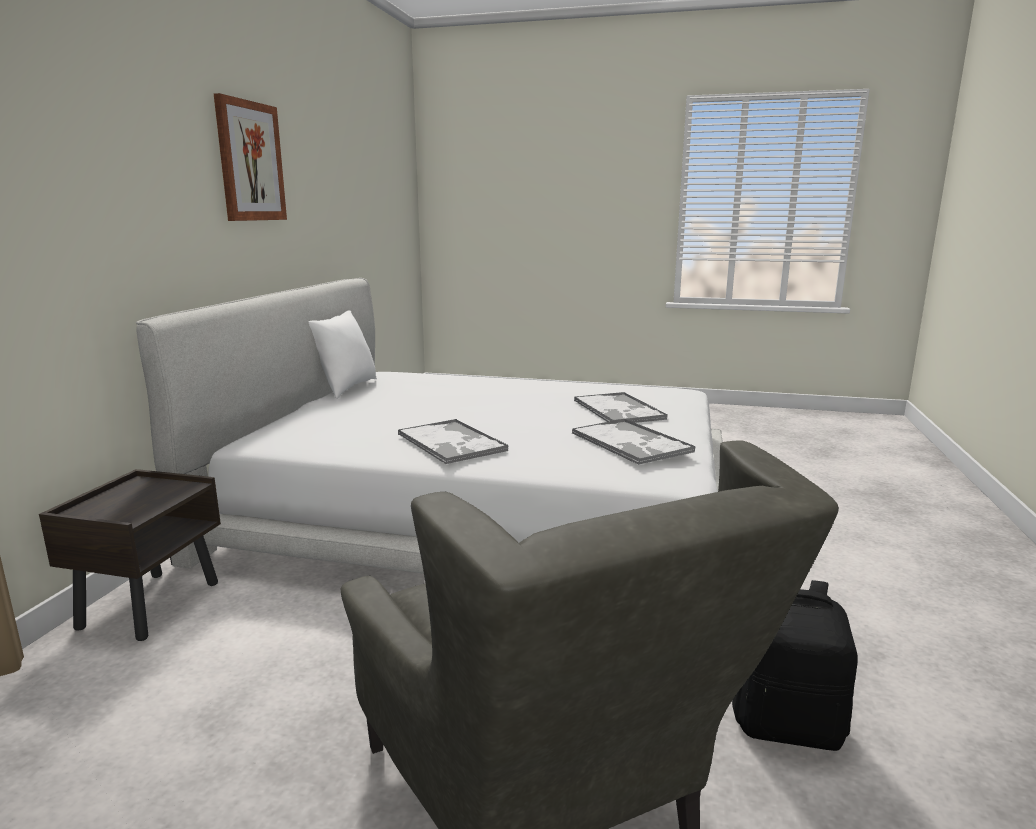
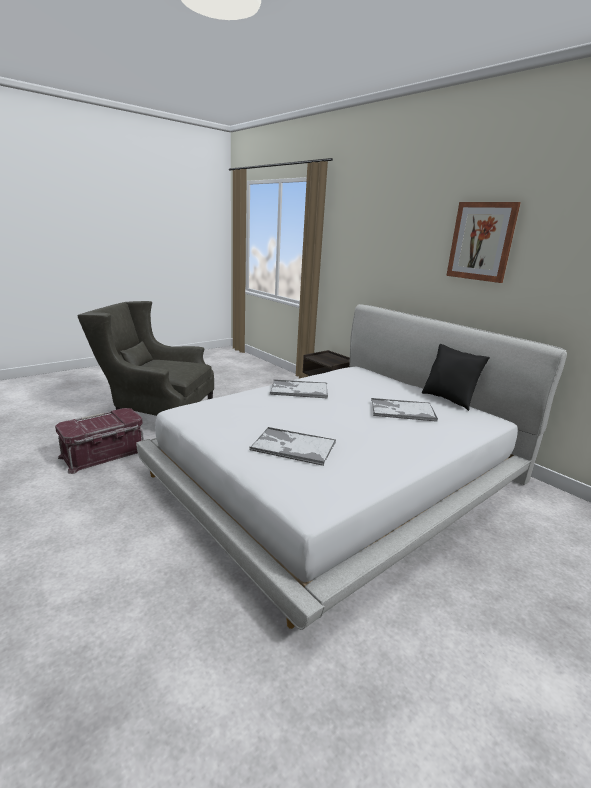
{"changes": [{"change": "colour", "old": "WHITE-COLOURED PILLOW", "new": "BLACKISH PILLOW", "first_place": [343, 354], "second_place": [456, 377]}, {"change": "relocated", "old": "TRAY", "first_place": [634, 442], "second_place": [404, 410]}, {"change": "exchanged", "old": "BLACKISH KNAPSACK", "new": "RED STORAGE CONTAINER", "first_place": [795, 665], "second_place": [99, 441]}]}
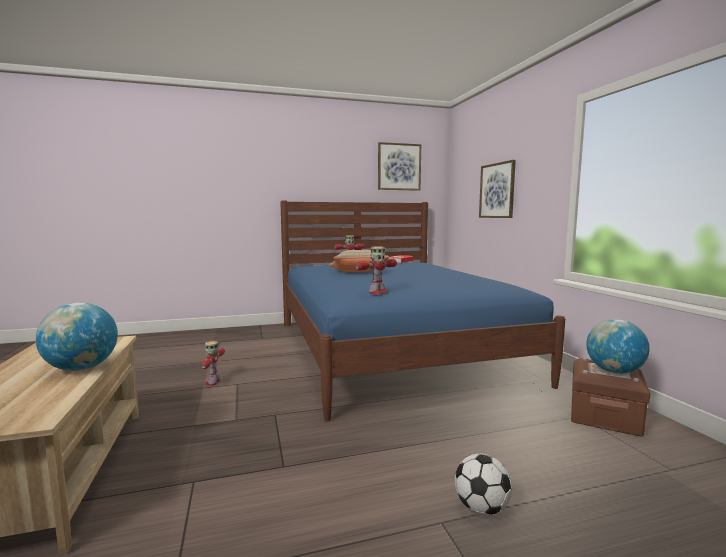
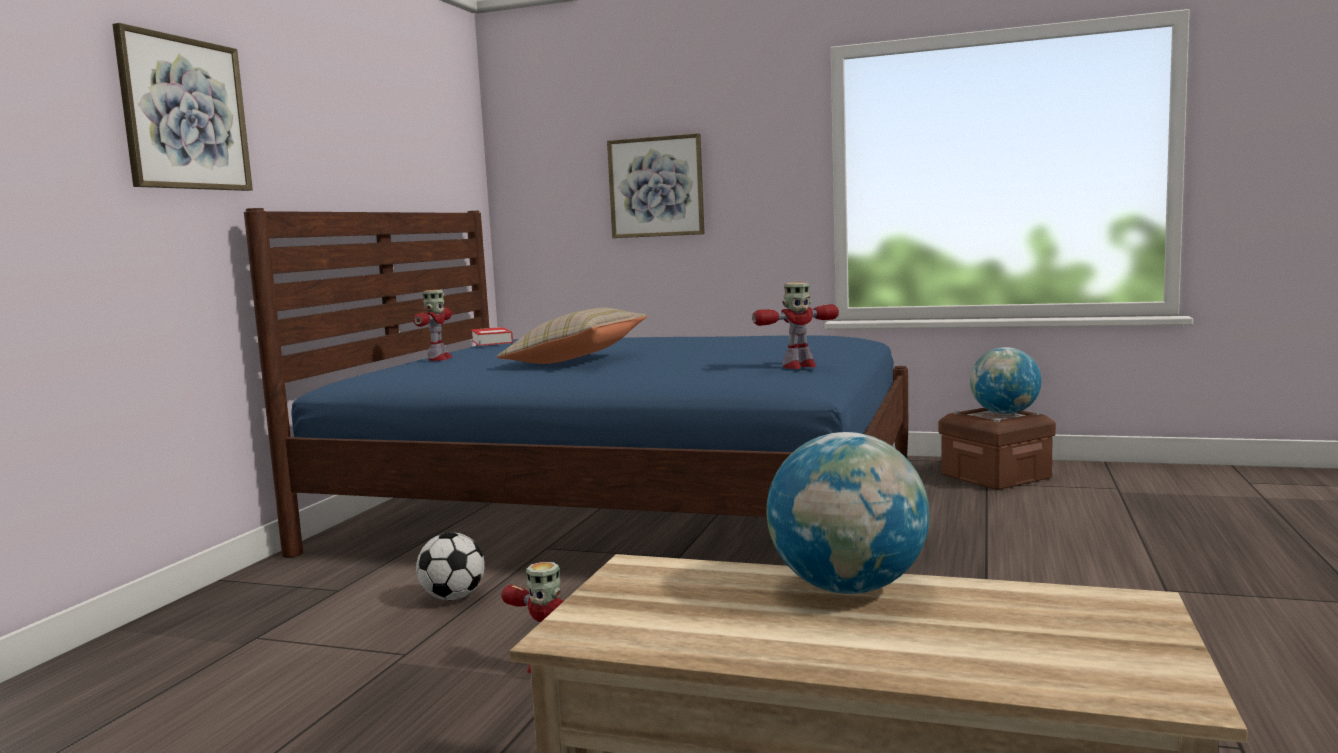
{"changes": [{"change": "relocated", "old": "WALL PICTURE", "first_place": [399, 166], "second_place": [182, 107]}, {"change": "spun", "old": "TOY ROBOT", "first_place": [376, 270], "second_place": [795, 325], "degrees": 75}, {"change": "relocated", "old": "FOOTBALL", "first_place": [483, 484], "second_place": [450, 566]}]}
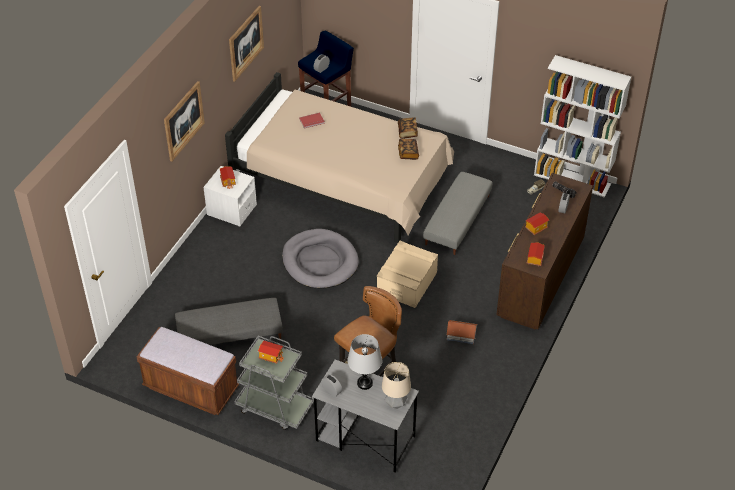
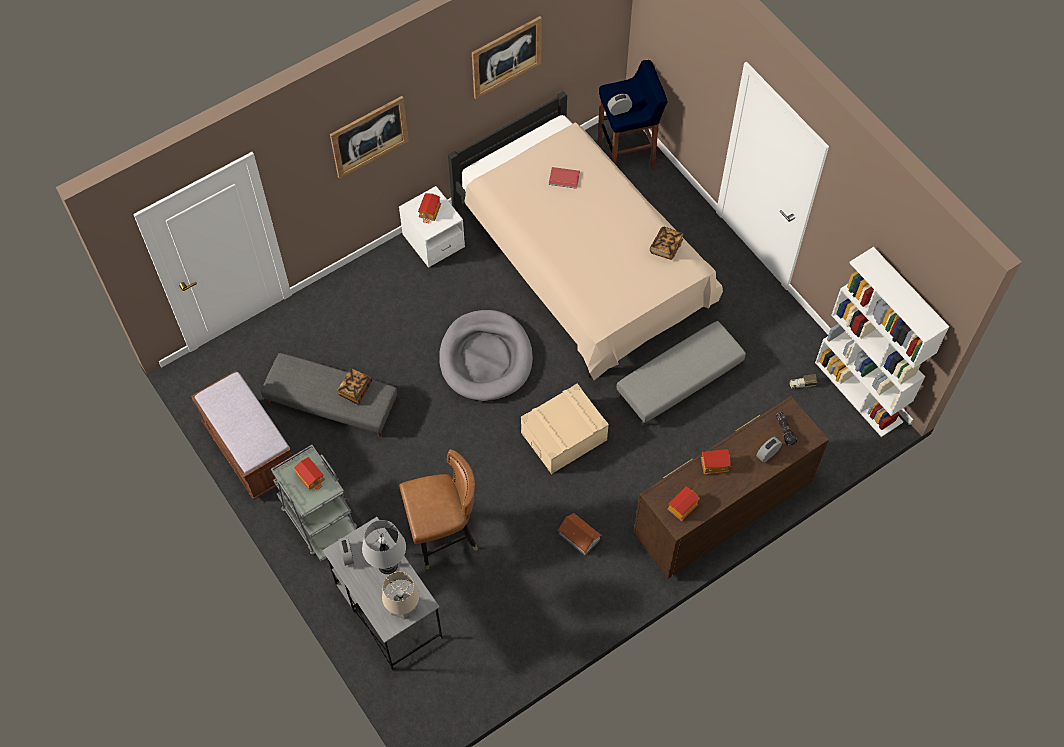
{"changes": [{"change": "relocated", "old": "VOLUME", "first_place": [408, 149], "second_place": [354, 386]}]}
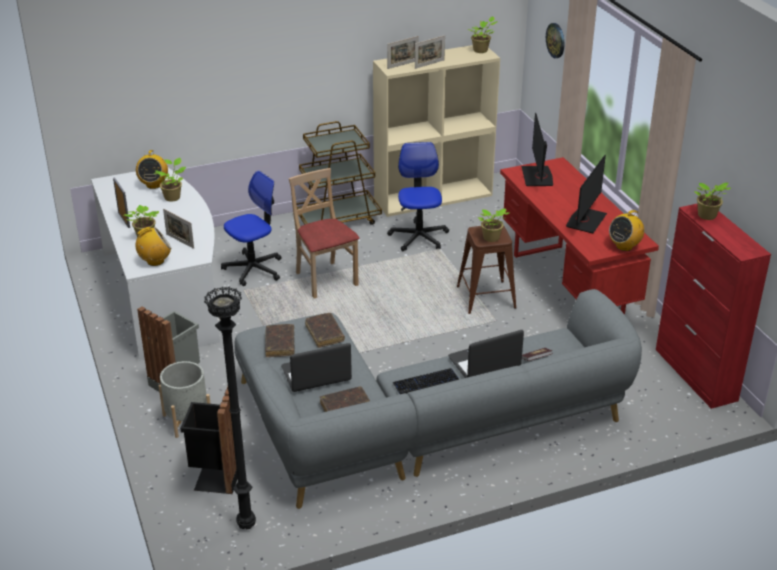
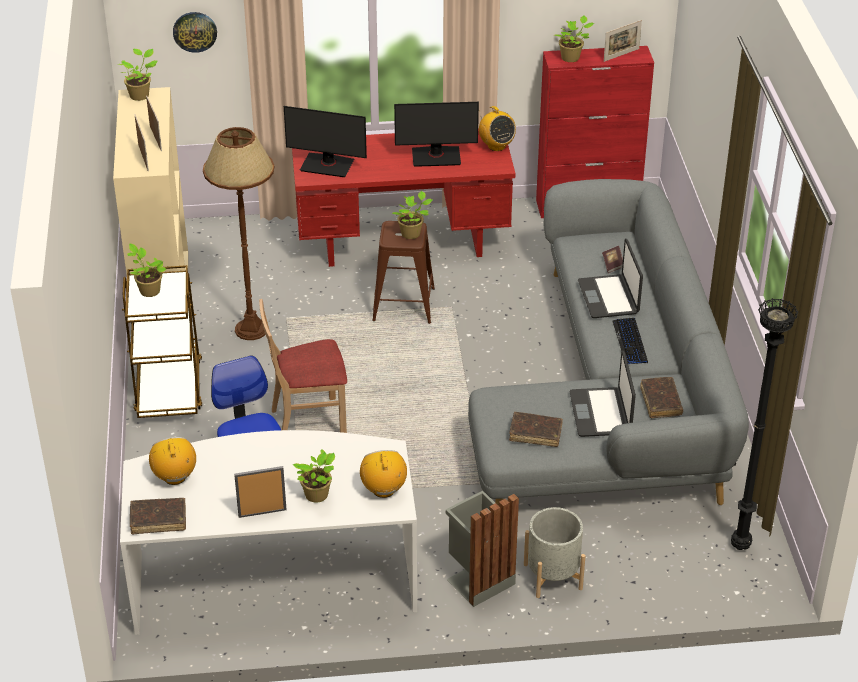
{"changes": [{"change": "exchanged", "old": "OFFICE CHAIR", "new": "BROWNISH STANDARD LAMP", "first_place": [418, 196], "second_place": [238, 233]}, {"change": "spun", "old": "RADIO RECEIVER", "first_place": [152, 169], "second_place": [172, 461], "degrees": -120}, {"change": "spun", "old": "COMPUTER SCREEN", "first_place": [586, 194], "second_place": [436, 134], "degrees": 135}, {"change": "relocated", "old": "POTTED PLANT", "first_place": [170, 180], "second_place": [147, 270]}, {"change": "relocated", "old": "PHOTO FRAME", "first_place": [178, 229], "second_place": [623, 41]}, {"change": "relocated", "old": "BROWNISH VOLUME", "first_place": [325, 330], "second_place": [158, 516]}, {"change": "missing", "old": "BLACKISH RUBBISH BIN", "first_place": [209, 440]}]}
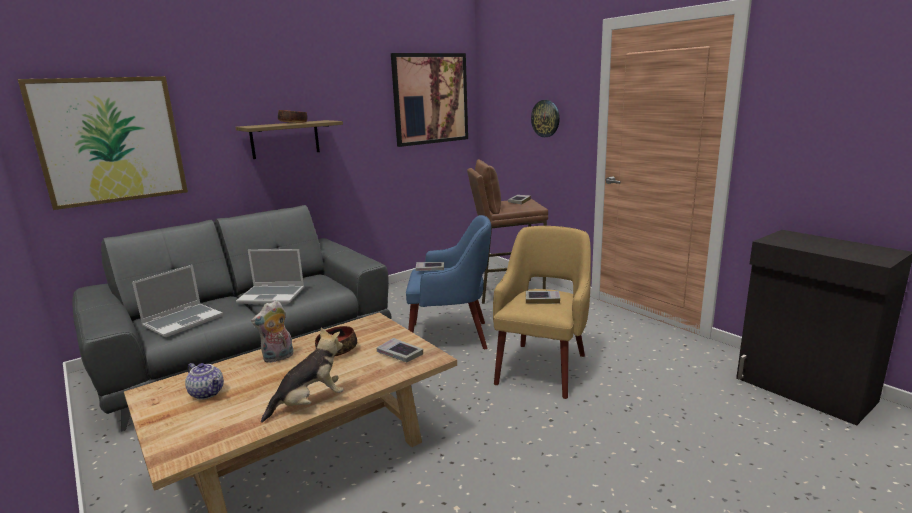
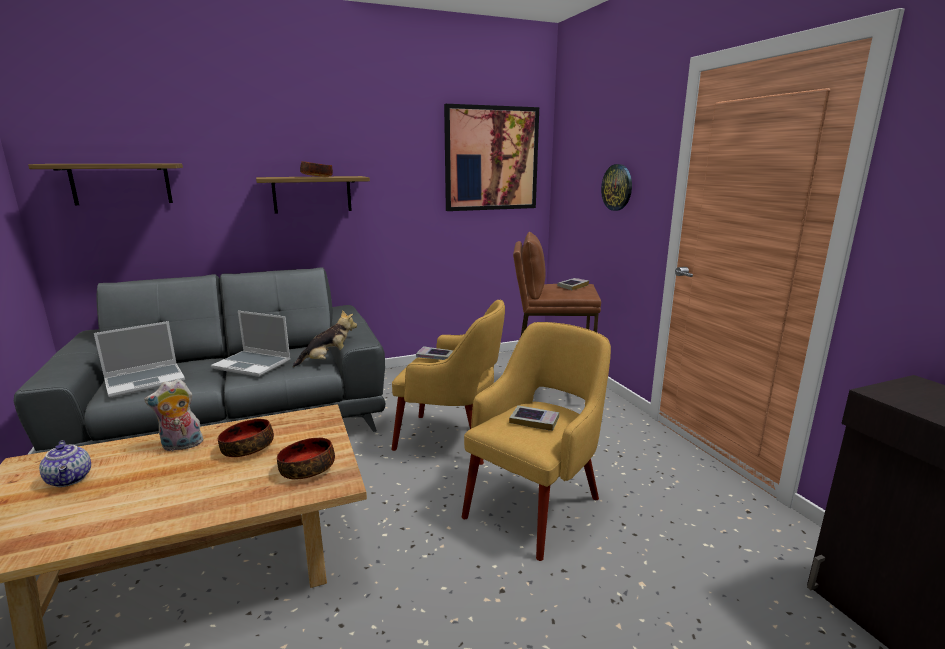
{"changes": [{"change": "exchanged", "old": "WALL PICTURE", "new": "SHELF", "first_place": [103, 143], "second_place": [105, 184]}, {"change": "colour", "old": "BLUISH EASY CHAIR", "new": "YELLOW EASY CHAIR", "first_place": [448, 282], "second_place": [448, 382]}, {"change": "relocated", "old": "PLUSH TOY", "first_place": [302, 375], "second_place": [325, 338]}, {"change": "exchanged", "old": "VOLUME", "new": "SERVING BOWL", "first_place": [400, 350], "second_place": [306, 458]}]}
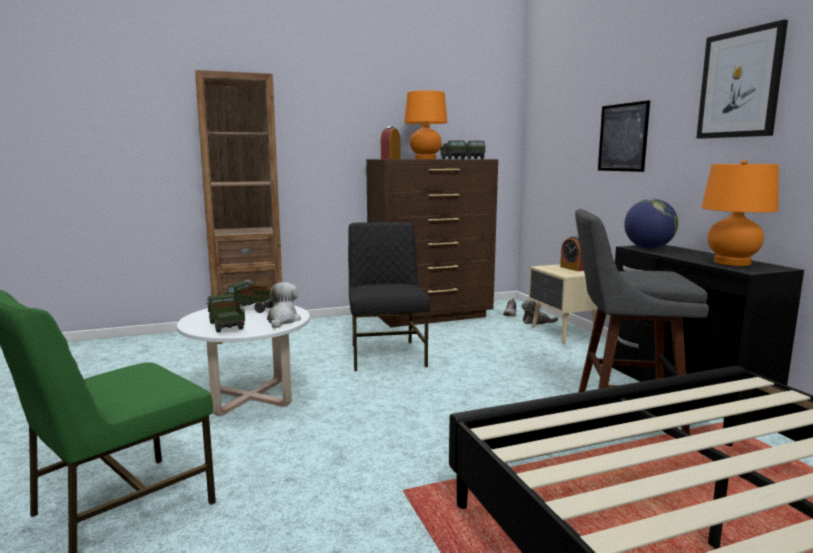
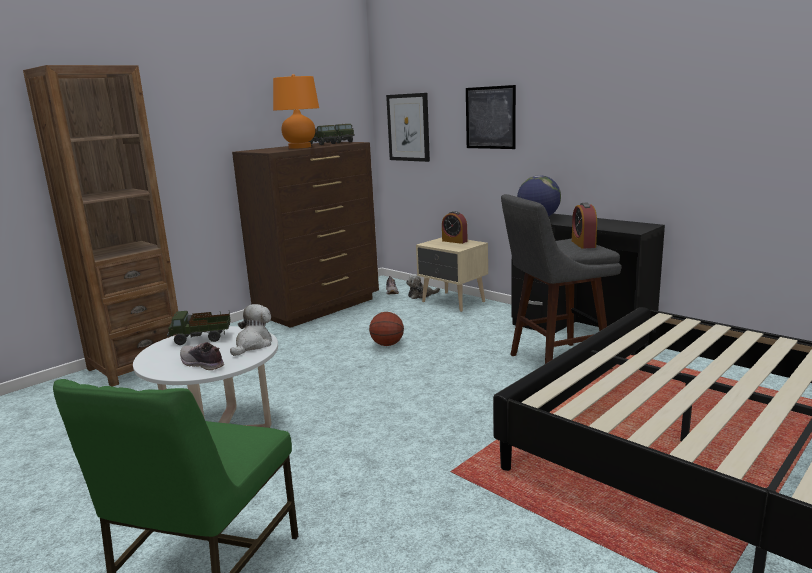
{"changes": [{"change": "relocated", "old": "WALL PICTURE", "first_place": [742, 79], "second_place": [408, 127]}, {"change": "relocated", "old": "ALARM CLOCK", "first_place": [390, 142], "second_place": [584, 226]}, {"change": "missing", "old": "ORANGE-COLOURED TABLETOP LAMP", "first_place": [740, 213]}, {"change": "missing", "old": "BLACKISH UPRIGHT CHAIR", "first_place": [389, 296]}, {"change": "spun", "old": "PLUSH TOY", "first_place": [282, 305], "second_place": [251, 330], "degrees": 45}, {"change": "exchanged", "old": "TOY LORRY", "new": "SHOE", "first_place": [226, 313], "second_place": [202, 356]}, {"change": "appeared", "new": "BASKETBALL BALL", "second_place": [386, 329]}]}
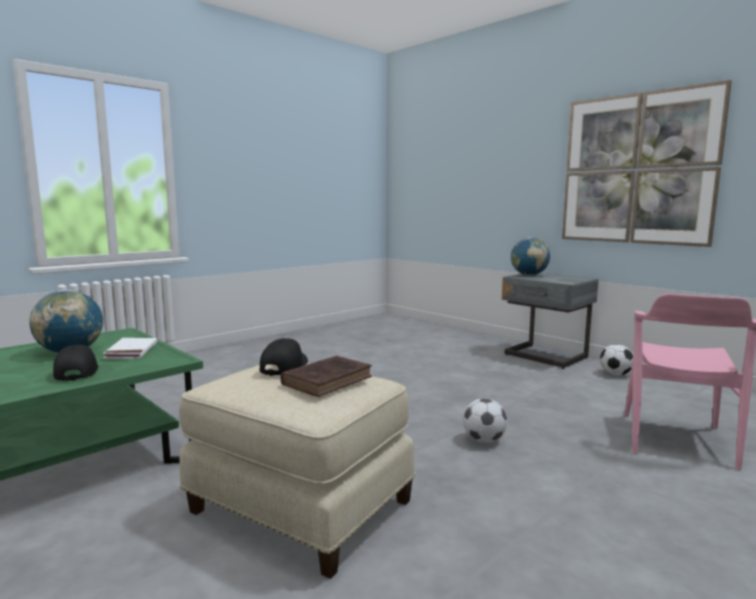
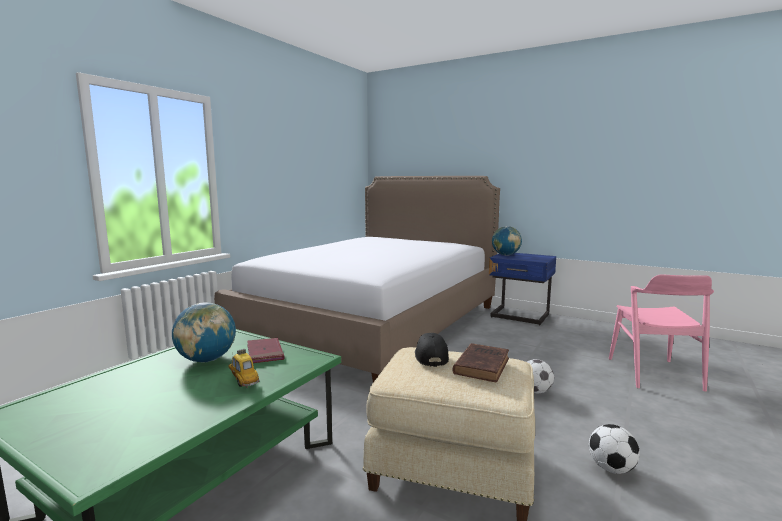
{"changes": [{"change": "missing", "old": "WALL PICTURE", "first_place": [647, 163]}, {"change": "colour", "old": "GREY BEDSIDE TABLE", "new": "BLUISH BEDSIDE TABLE", "first_place": [550, 321], "second_place": [522, 289]}, {"change": "colour", "old": "WHITE-COLOURED VOLUME", "new": "RED VOLUME", "first_place": [130, 348], "second_place": [265, 350]}, {"change": "relocated", "old": "FOOTBALL", "first_place": [616, 360], "second_place": [614, 449]}, {"change": "exchanged", "old": "BLACKISH PEAKED CAP", "new": "MINIATURE CAR", "first_place": [75, 363], "second_place": [243, 368]}, {"change": "appeared", "new": "BED", "second_place": [357, 279]}]}
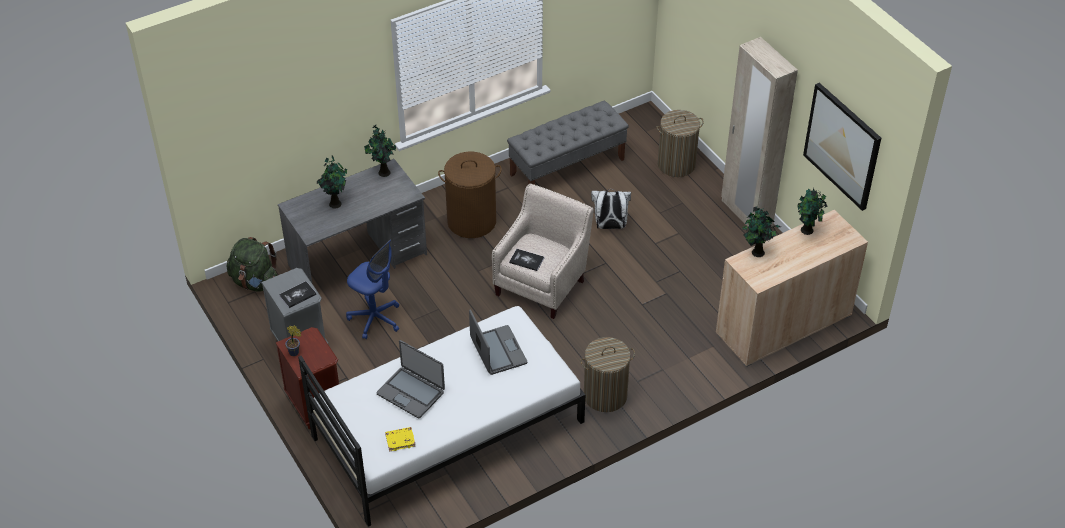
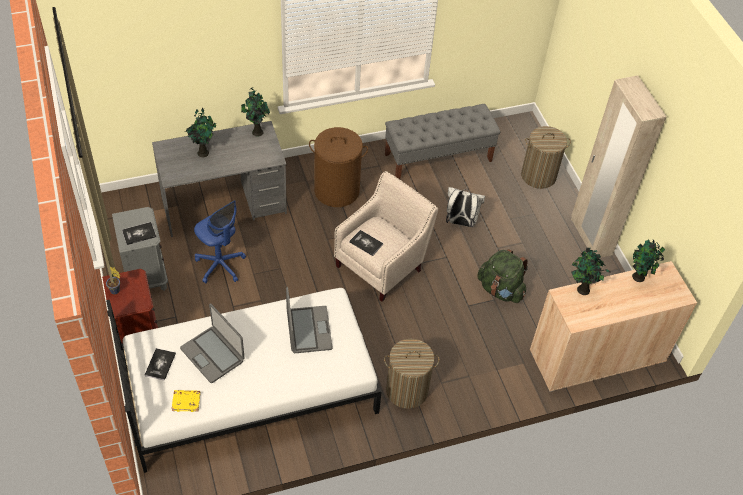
{"changes": [{"change": "missing", "old": "WALL PICTURE", "first_place": [842, 147]}, {"change": "relocated", "old": "GREEN KNAPSACK", "first_place": [252, 264], "second_place": [502, 276]}, {"change": "appeared", "new": "VOLUME", "second_place": [160, 364]}]}
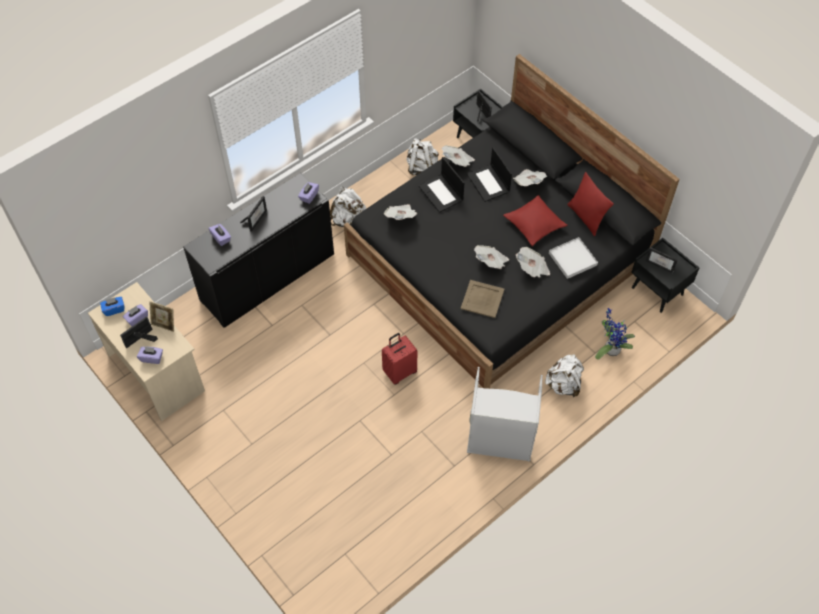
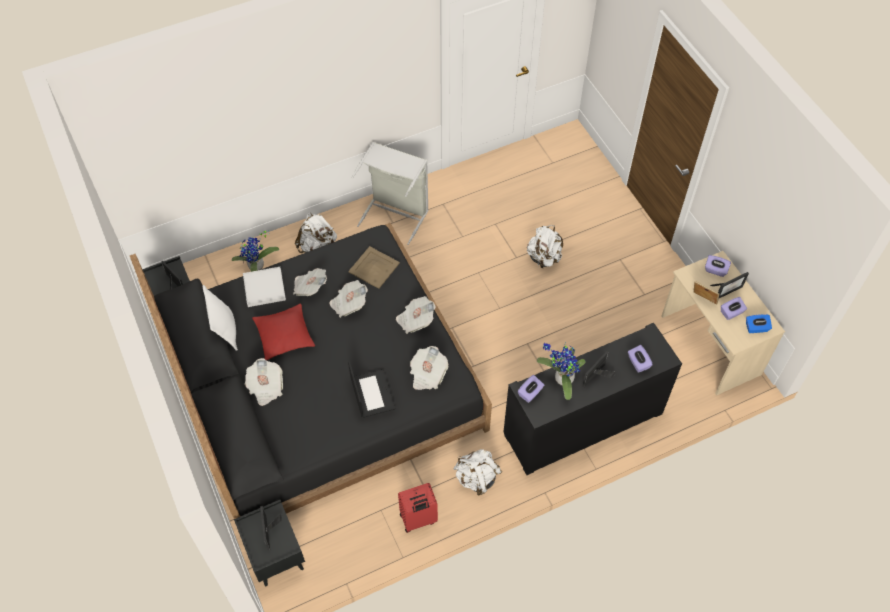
{"changes": [{"change": "relocated", "old": "WHITE-COLOURED KNAPSACK", "first_place": [422, 156], "second_place": [545, 247]}, {"change": "relocated", "old": "DAILY PAPER", "first_place": [458, 156], "second_place": [416, 315]}, {"change": "missing", "old": "PORTABLE COMPUTER", "first_place": [489, 174]}, {"change": "colour", "old": "RED PILLOW", "new": "WHITE-COLOURED PILLOW", "first_place": [590, 204], "second_place": [220, 318]}, {"change": "relocated", "old": "RED PIECE OF LUGGAGE", "first_place": [399, 359], "second_place": [418, 508]}, {"change": "appeared", "new": "POTTED PLANT", "second_place": [561, 371]}]}
